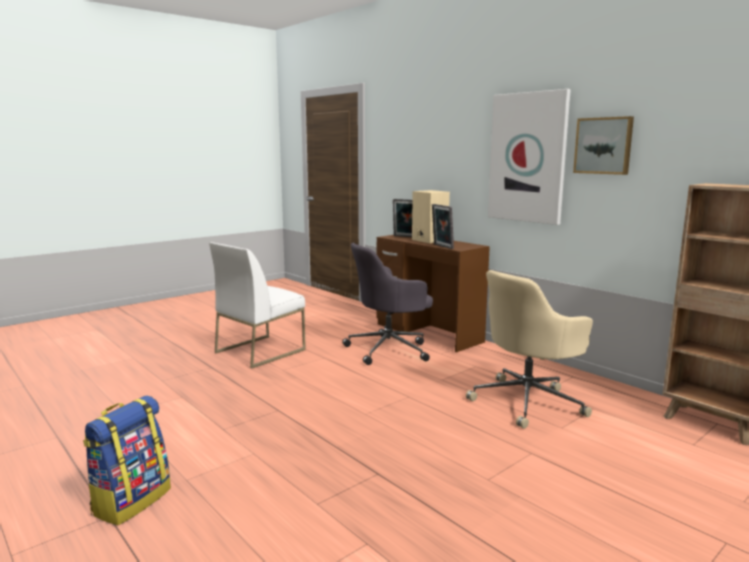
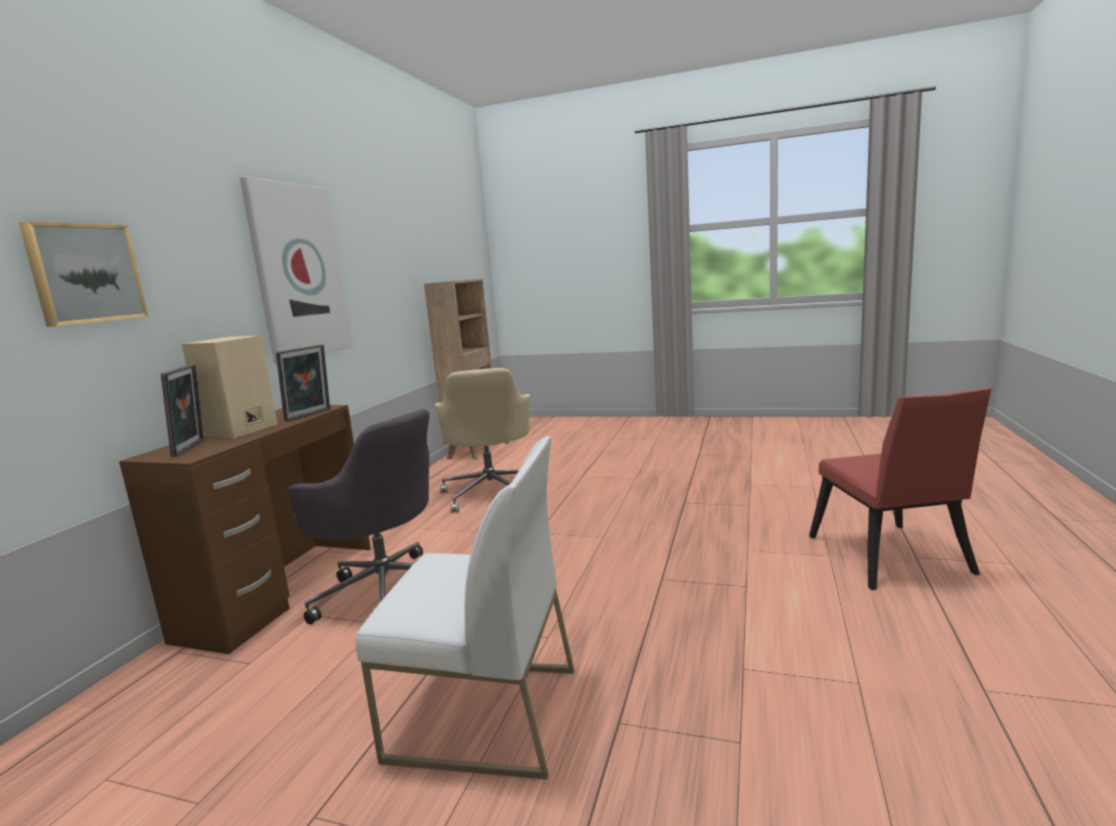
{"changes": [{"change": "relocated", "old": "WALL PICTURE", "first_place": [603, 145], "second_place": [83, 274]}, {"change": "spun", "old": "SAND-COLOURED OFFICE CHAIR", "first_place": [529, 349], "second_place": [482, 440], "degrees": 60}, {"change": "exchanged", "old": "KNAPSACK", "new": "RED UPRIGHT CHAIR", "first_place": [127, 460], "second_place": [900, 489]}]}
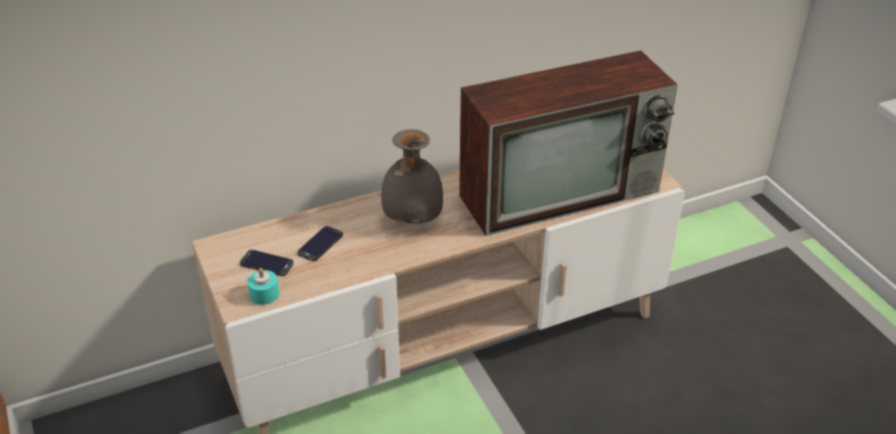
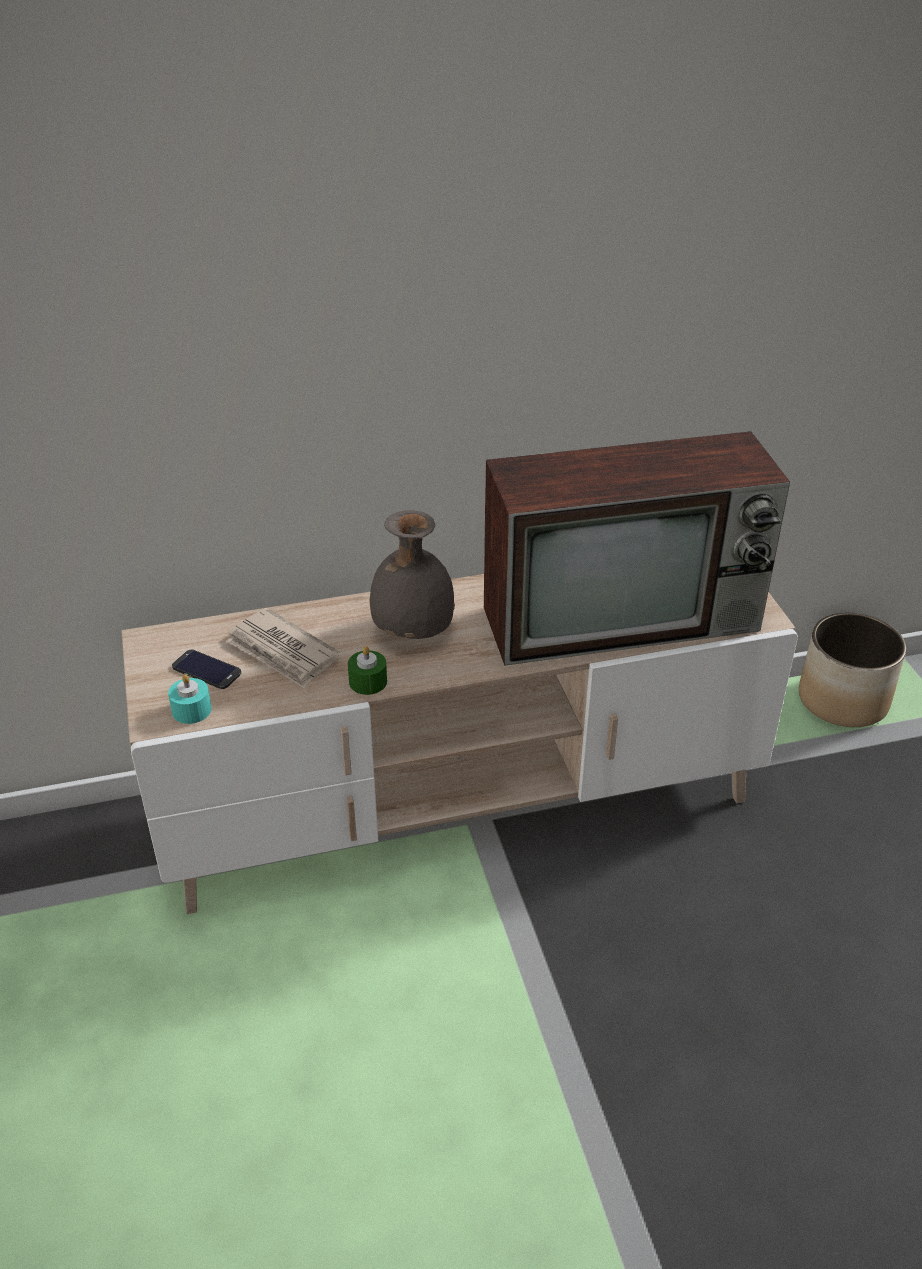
{"changes": [{"change": "exchanged", "old": "HANDSET", "new": "DAILY PAPER", "first_place": [320, 243], "second_place": [283, 648]}, {"change": "appeared", "new": "PLANTER", "second_place": [852, 670]}, {"change": "appeared", "new": "GREEN CANDLE", "second_place": [367, 670]}]}
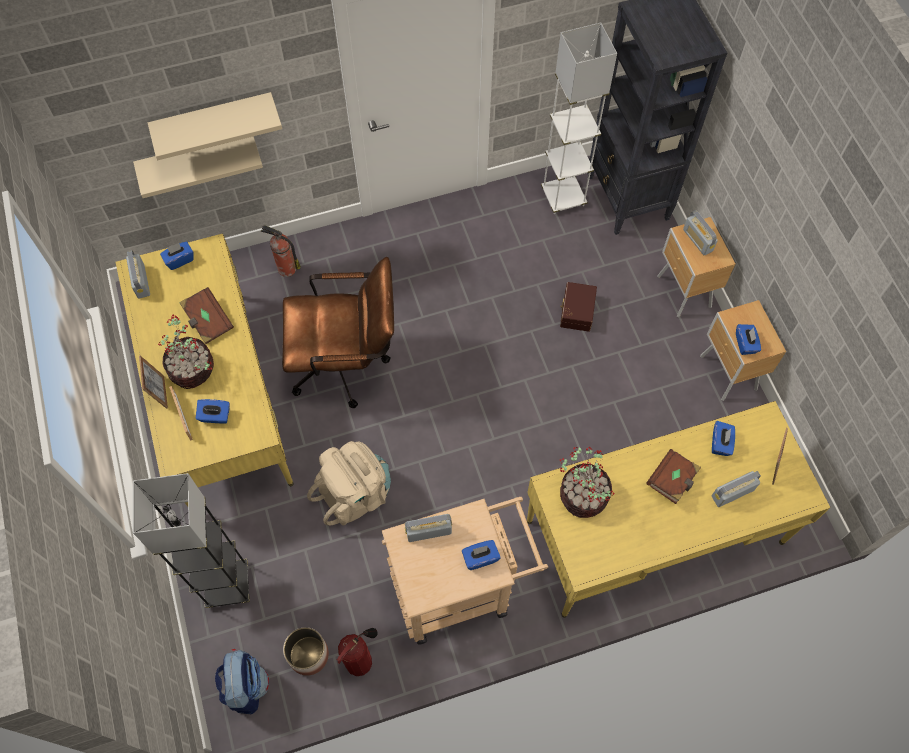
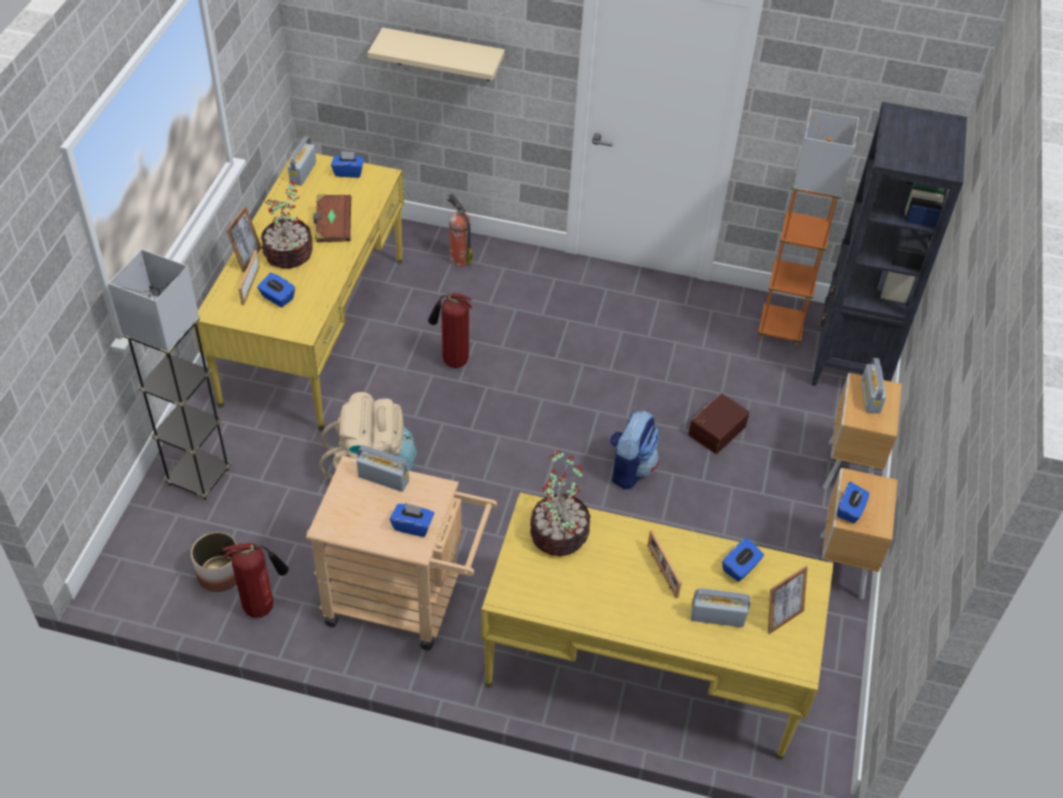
{"changes": [{"change": "colour", "old": "WHITE-COLOURED STANDARD LAMP", "new": "ORANGE-COLOURED STANDARD LAMP", "first_place": [579, 118], "second_place": [808, 227]}, {"change": "missing", "old": "SAND-COLOURED SHELF", "first_place": [198, 167]}, {"change": "exchanged", "old": "BROWNISH OFFICE CHAIR", "new": "FIRE EXTINGUISHER", "first_place": [338, 332], "second_place": [450, 330]}, {"change": "exchanged", "old": "BROWNISH VOLUME", "new": "PHOTO FRAME", "first_place": [673, 476], "second_place": [664, 564]}, {"change": "relocated", "old": "KNAPSACK", "first_place": [242, 681], "second_place": [634, 450]}]}
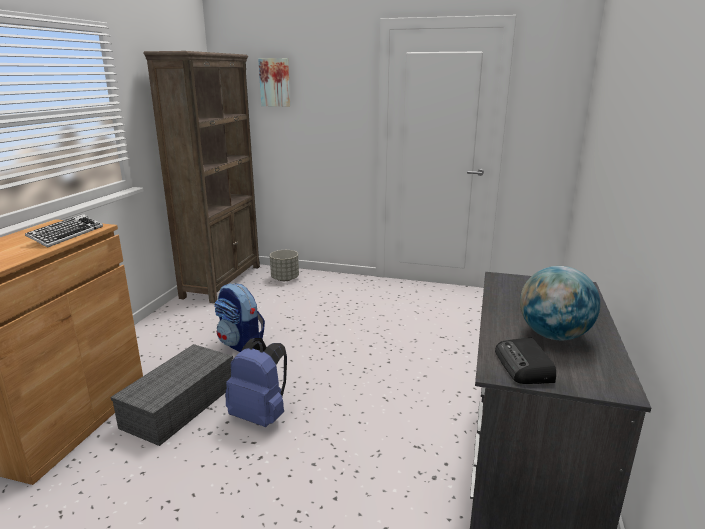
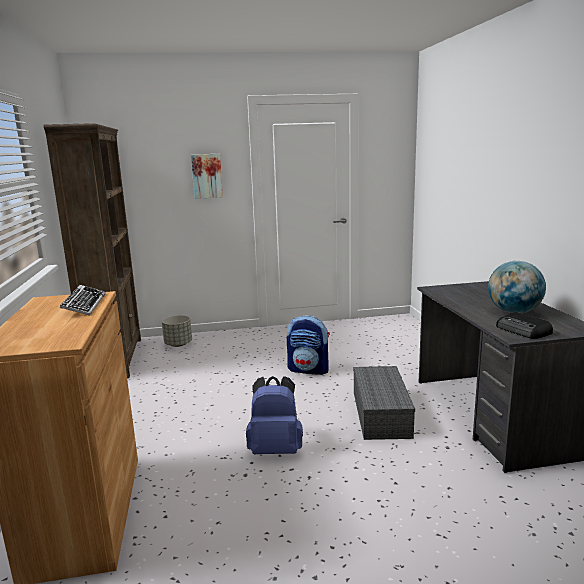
{"changes": [{"change": "relocated", "old": "WALL PICTURE", "first_place": [274, 82], "second_place": [207, 176]}, {"change": "relocated", "old": "KNAPSACK", "first_place": [239, 317], "second_place": [308, 345]}, {"change": "relocated", "old": "GREY STORAGE CONTAINER", "first_place": [172, 395], "second_place": [384, 403]}]}
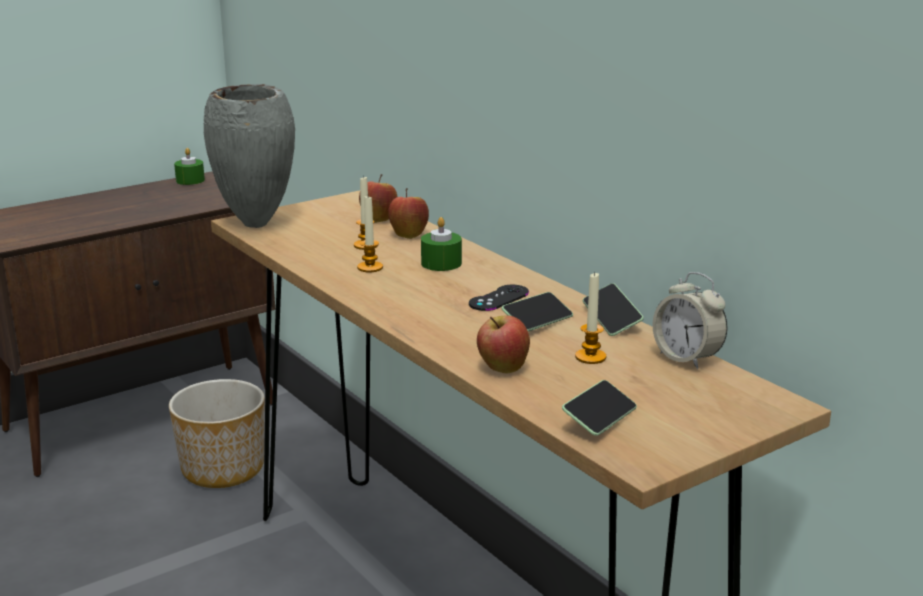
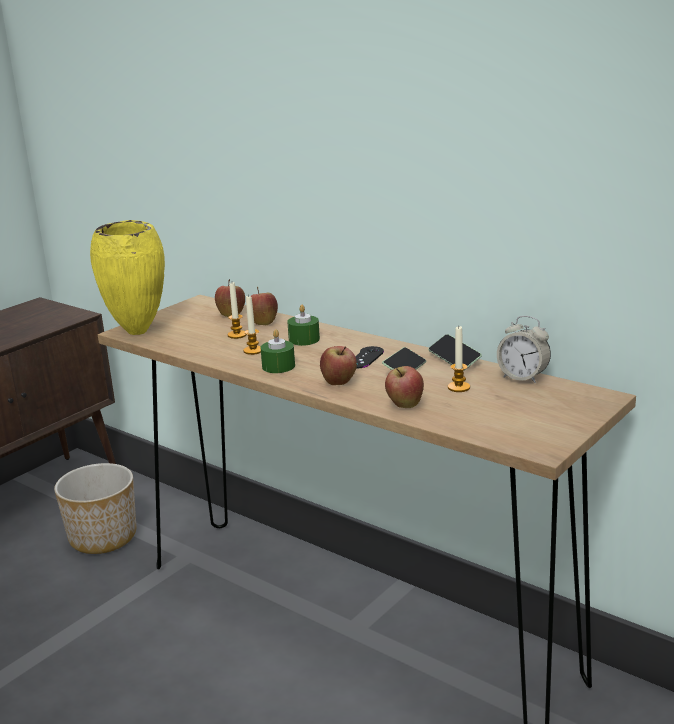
{"changes": [{"change": "colour", "old": "GREY FLOWER VASE", "new": "YELLOW FLOWER VASE", "first_place": [249, 156], "second_place": [127, 277]}, {"change": "relocated", "old": "GREEN CANDLE", "first_place": [189, 166], "second_place": [277, 351]}, {"change": "missing", "old": "HANDSET", "first_place": [599, 408]}, {"change": "appeared", "new": "WHOLE APPLE", "second_place": [338, 365]}]}
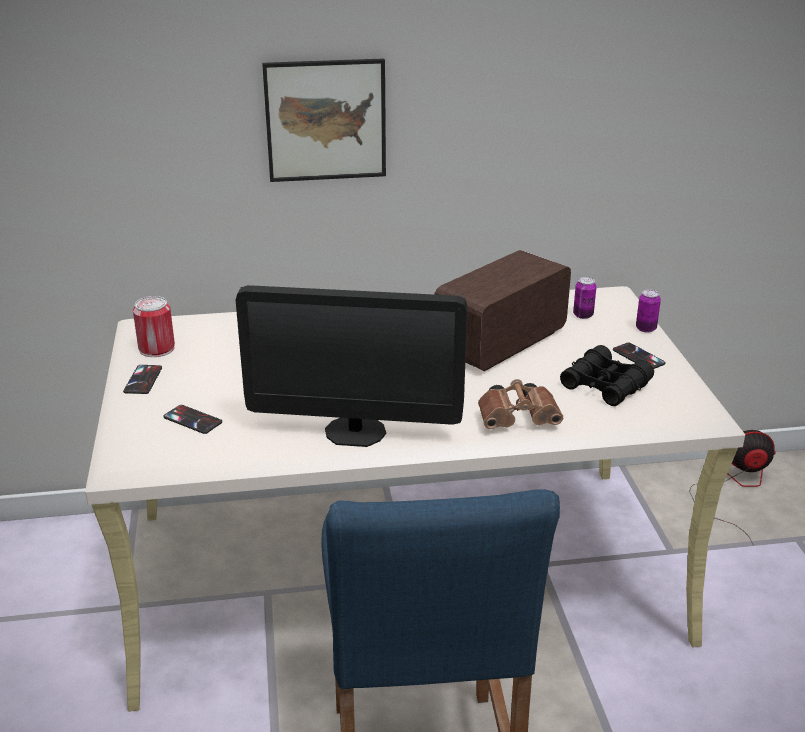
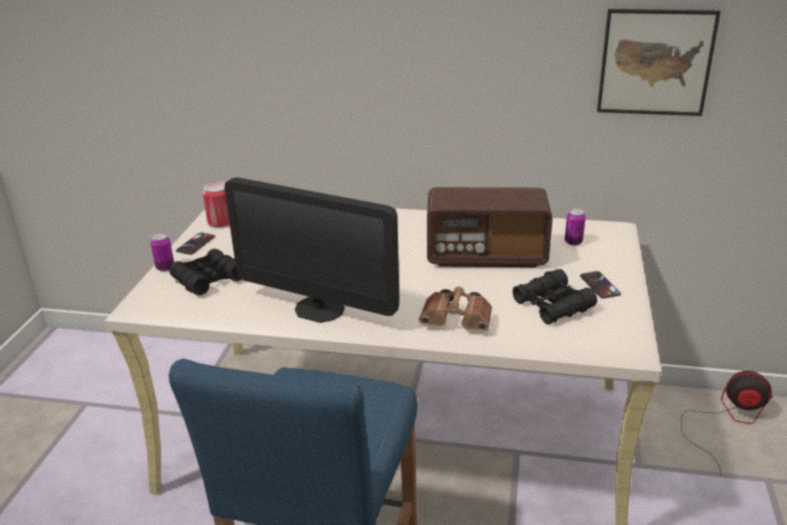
{"changes": [{"change": "relocated", "old": "WALL PICTURE", "first_place": [324, 120], "second_place": [658, 62]}, {"change": "spun", "old": "RADIO RECEIVER", "first_place": [502, 310], "second_place": [490, 227], "degrees": -150}, {"change": "relocated", "old": "METAL CAN", "first_place": [648, 311], "second_place": [162, 252]}, {"change": "exchanged", "old": "HANDSET", "new": "BLACKISH PAIR OF BINOCULARS", "first_place": [192, 419], "second_place": [205, 272]}]}
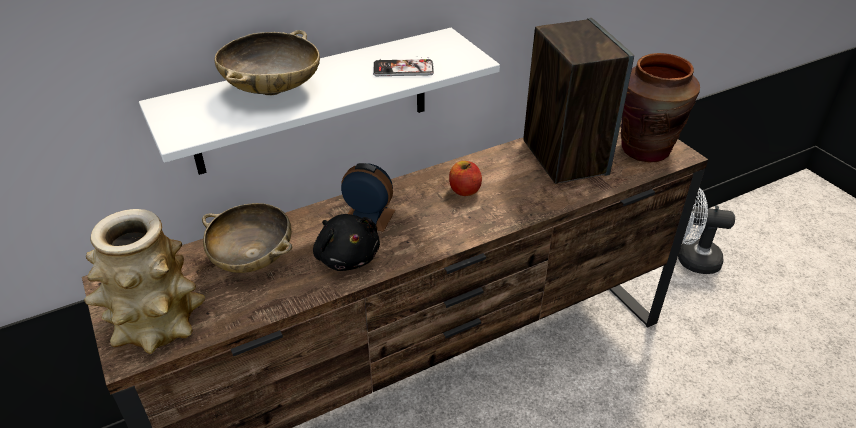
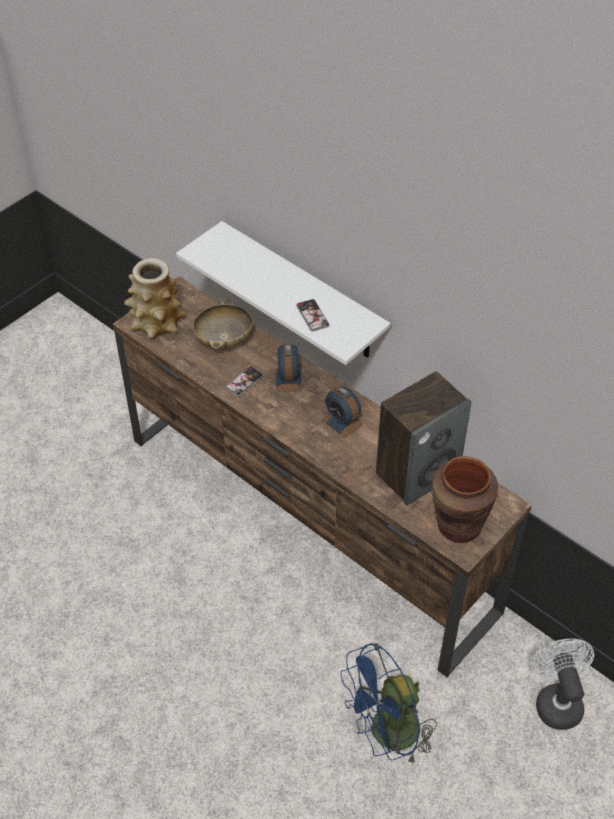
{"changes": [{"change": "missing", "old": "SAND-COLOURED SERVING BOWL", "first_place": [267, 62]}, {"change": "exchanged", "old": "WHOLE APPLE", "new": "ALARM CLOCK", "first_place": [465, 178], "second_place": [342, 412]}, {"change": "exchanged", "old": "BLACKISH PLUSH TOY", "new": "HANDSET", "first_place": [346, 242], "second_place": [244, 381]}, {"change": "appeared", "new": "BLUISH ELECTRIC FAN", "second_place": [388, 704]}]}
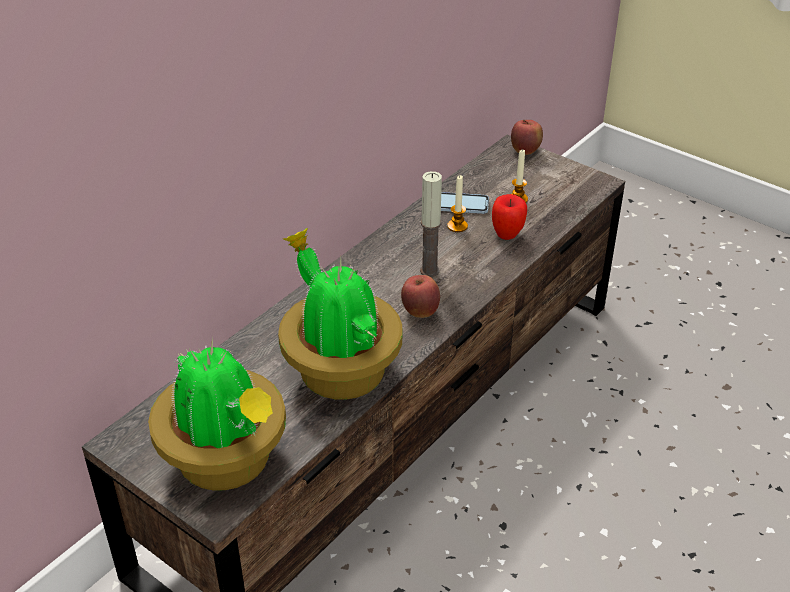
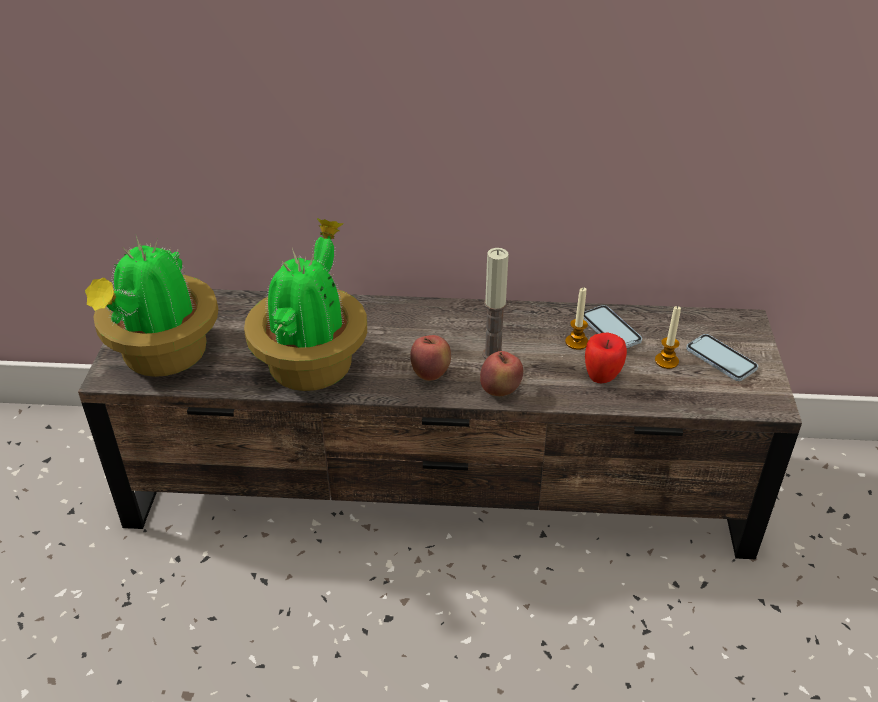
{"changes": [{"change": "relocated", "old": "WHOLE APPLE", "first_place": [527, 137], "second_place": [501, 373]}, {"change": "appeared", "new": "HANDSET", "second_place": [722, 357]}]}
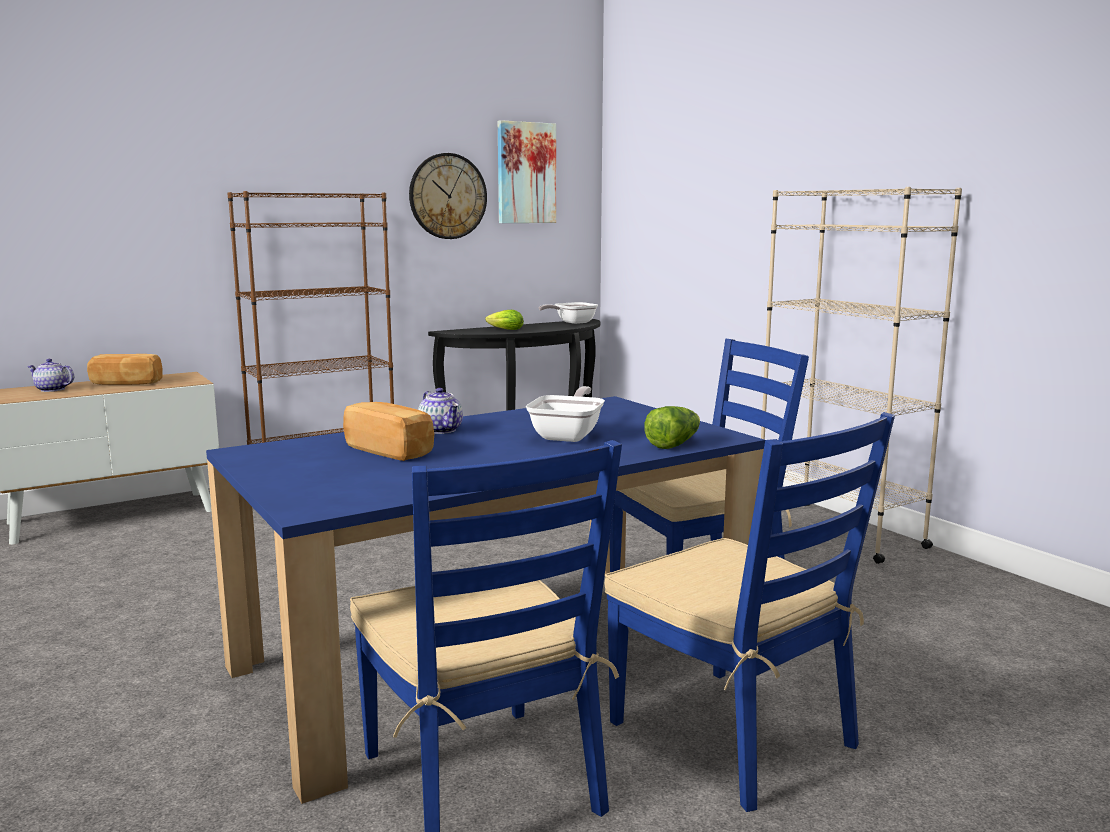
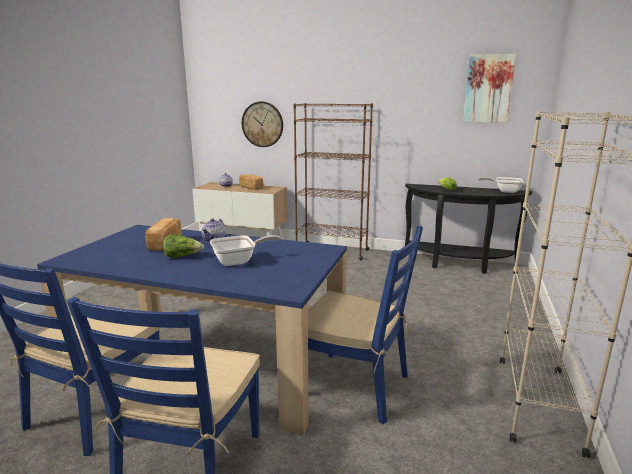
{"changes": [{"change": "relocated", "old": "CLOCK ON THE WALL", "first_place": [448, 196], "second_place": [262, 124]}, {"change": "relocated", "old": "LETTUCE", "first_place": [672, 427], "second_place": [183, 246]}]}
